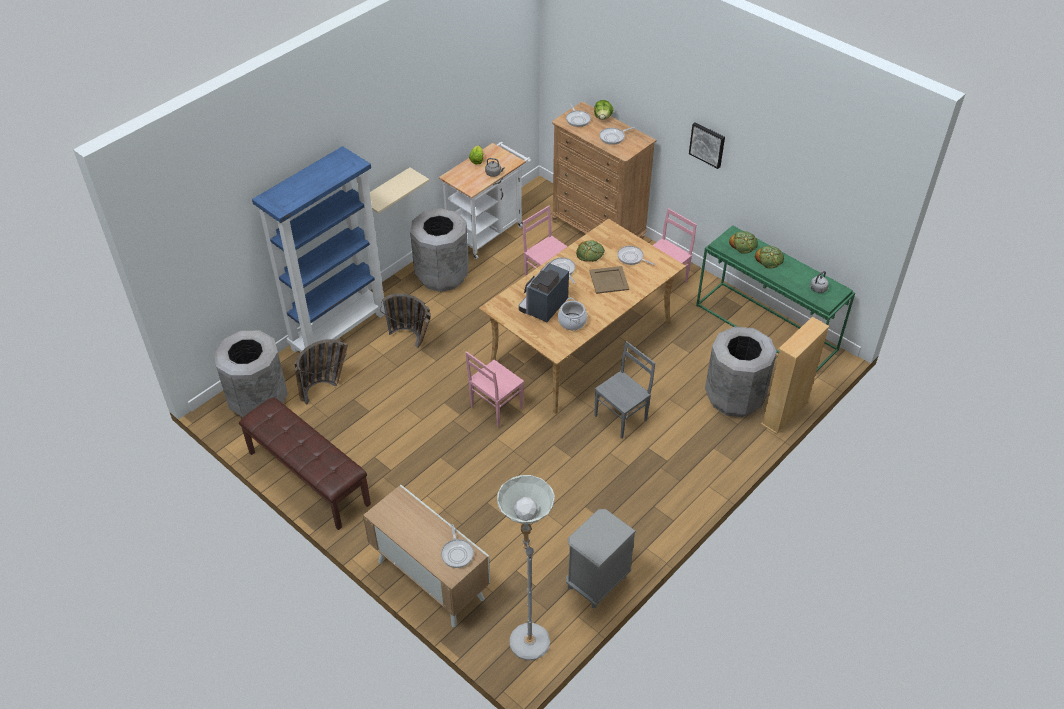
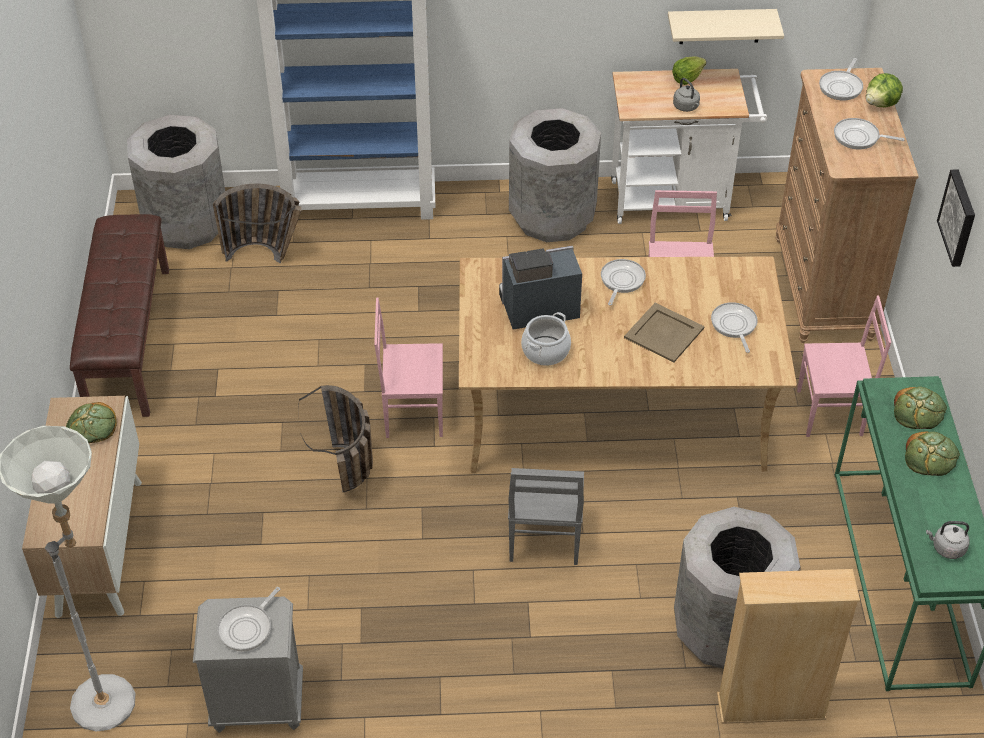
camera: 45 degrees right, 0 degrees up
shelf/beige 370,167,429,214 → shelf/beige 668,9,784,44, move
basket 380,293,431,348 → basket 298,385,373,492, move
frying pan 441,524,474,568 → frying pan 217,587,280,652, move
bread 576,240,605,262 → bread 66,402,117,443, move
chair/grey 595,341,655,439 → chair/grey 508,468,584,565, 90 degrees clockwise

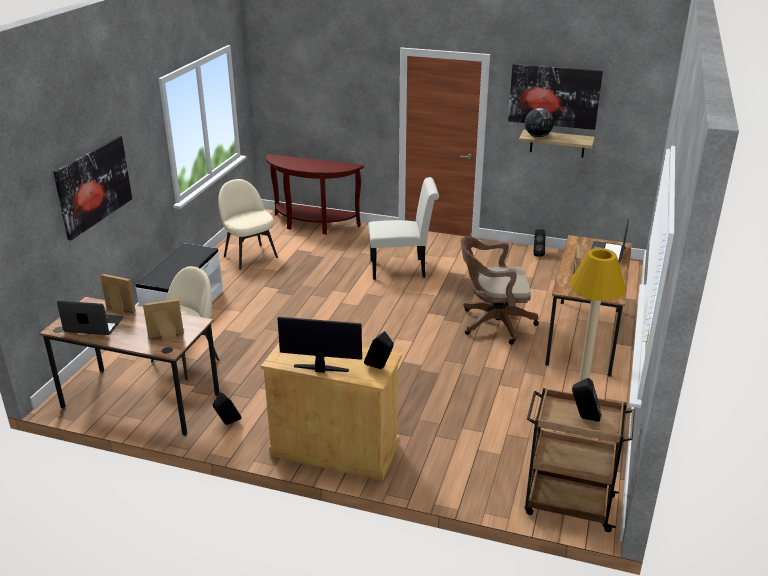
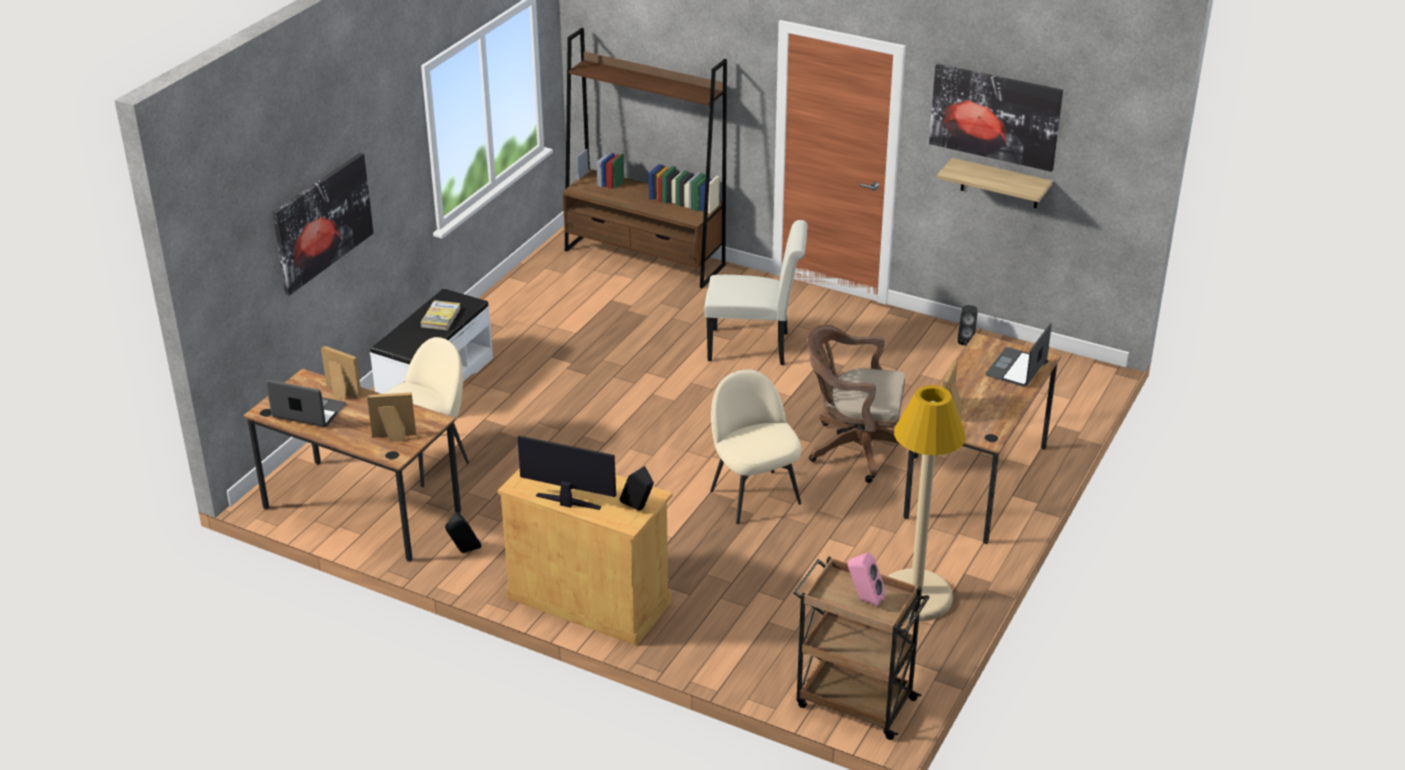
camera: 10 degrees right, 5 degrees up
chair/beige 218,179,278,270 → chair/beige 710,370,801,524, move
console table/brown 266,154,364,234 → bookcase/brown 563,28,727,288
globe 525,108,554,137 → -
speaker/black 572,378,602,422 → speaker/pink 848,553,886,606
- → book 421,300,461,330

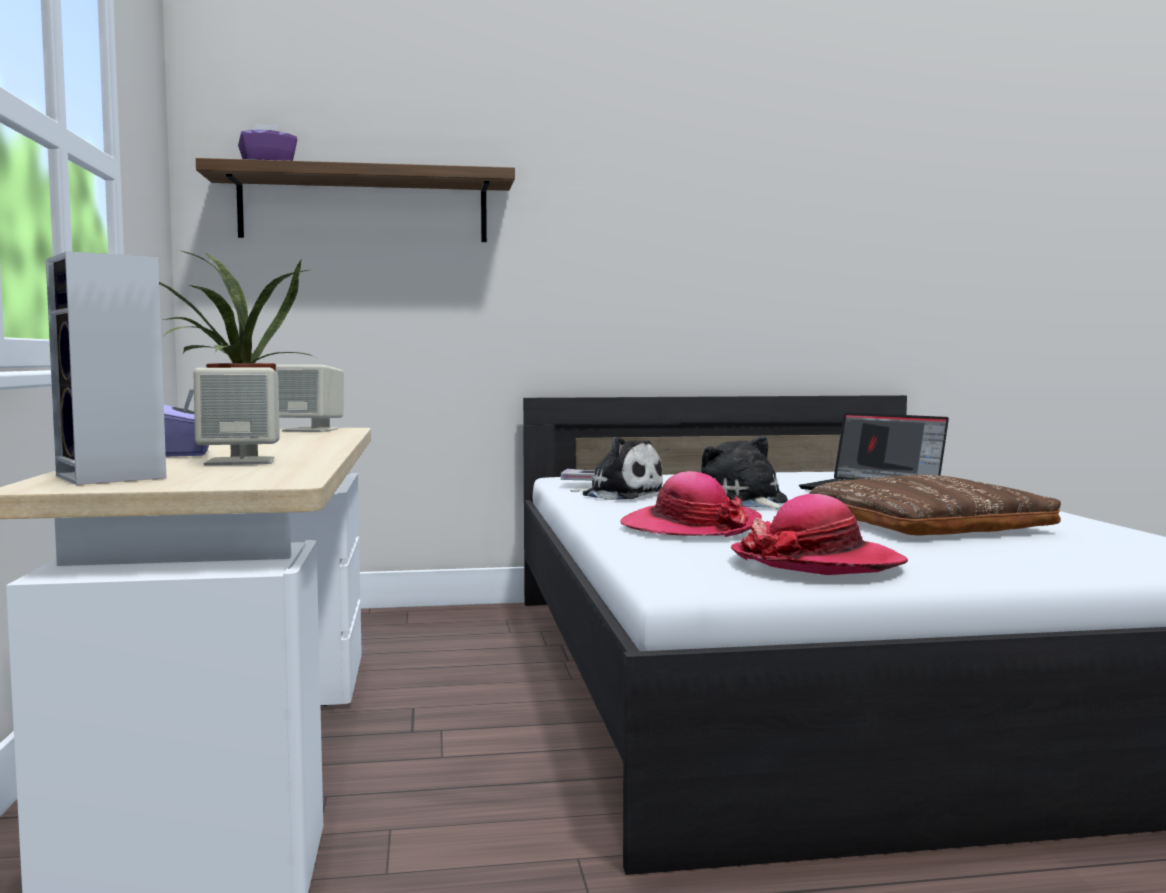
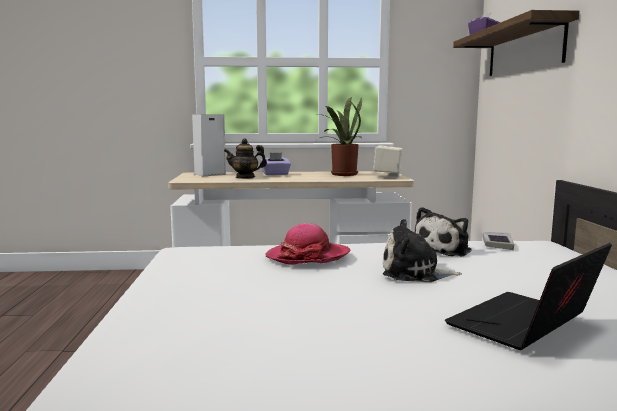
camera: 95 degrees right, 5 degrees up
speaker/beige 194,368,280,465 → teapot 224,138,267,179
plush toy 701,436,788,510 → plush toy 383,219,462,282, 150 degrees counterclockwise
hat 731,494,908,575 → -
pillow/brown 809,475,1061,536 → -

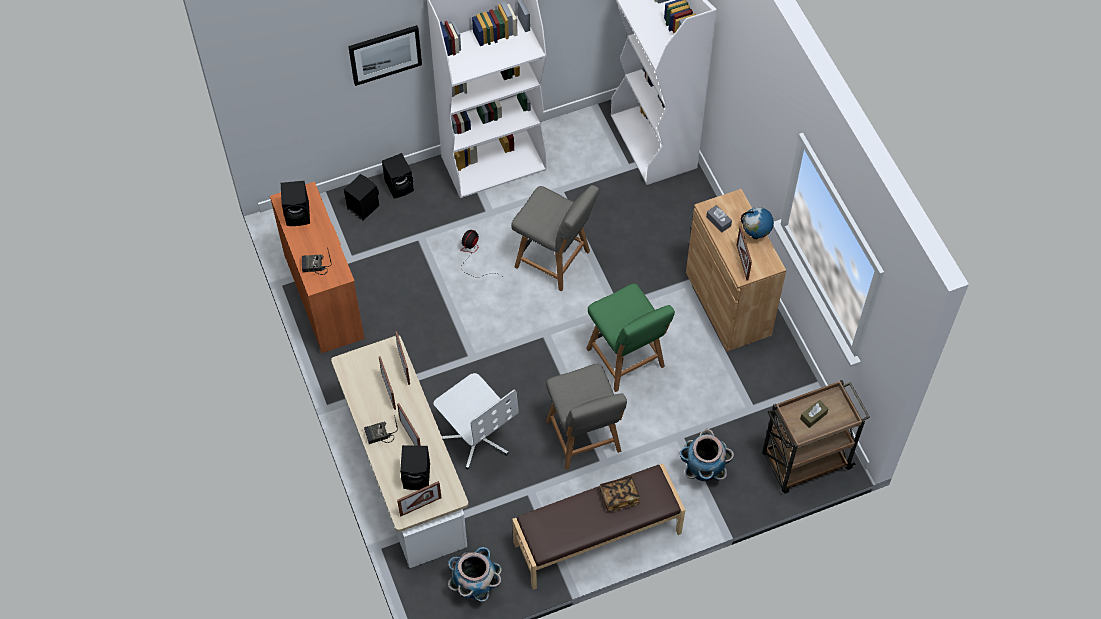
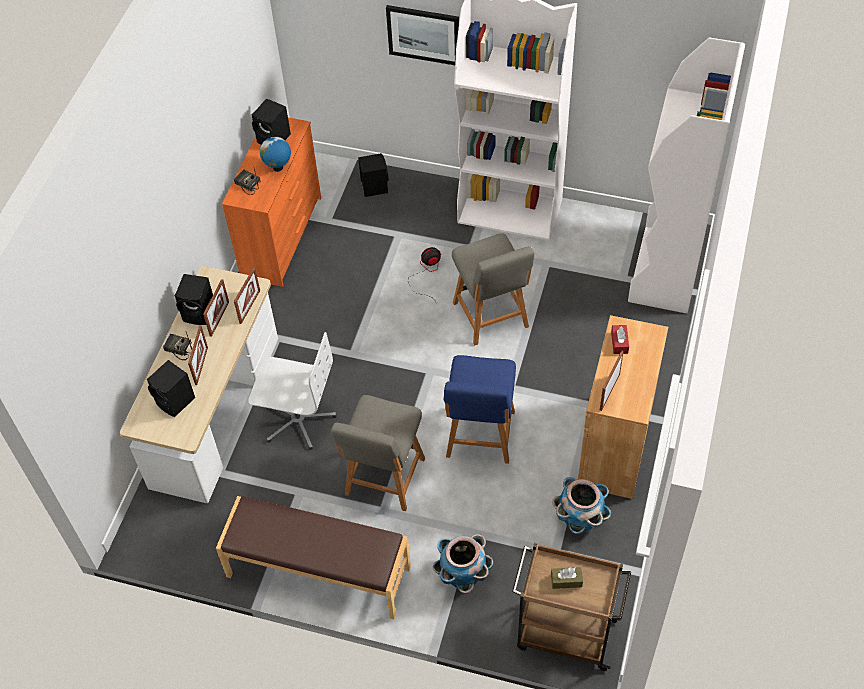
camera: 40 degrees right, 5 degrees down
speaker/black 382,153,414,199 → speaker/black 175,274,213,325, move
picture frame 397,481,442,516 → -
office chair/white 434,373,519,469 → office chair/white 248,332,337,450, 75 degrees counterclockwise
planter 448,547,502,602 → planter 552,477,611,534, move
chair/green 586,283,675,392 → chair/blue 444,355,516,464
book 600,476,640,512 → -
tissue box/grey 706,205,732,233 → tissue box/red 611,325,629,354
globe 741,207,774,239 → globe 260,136,291,172, move

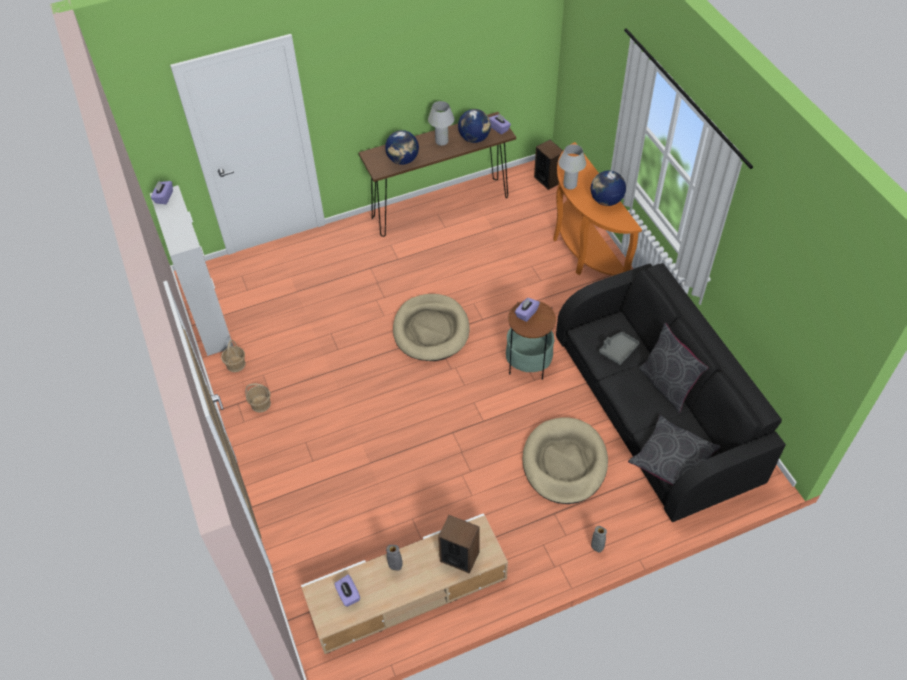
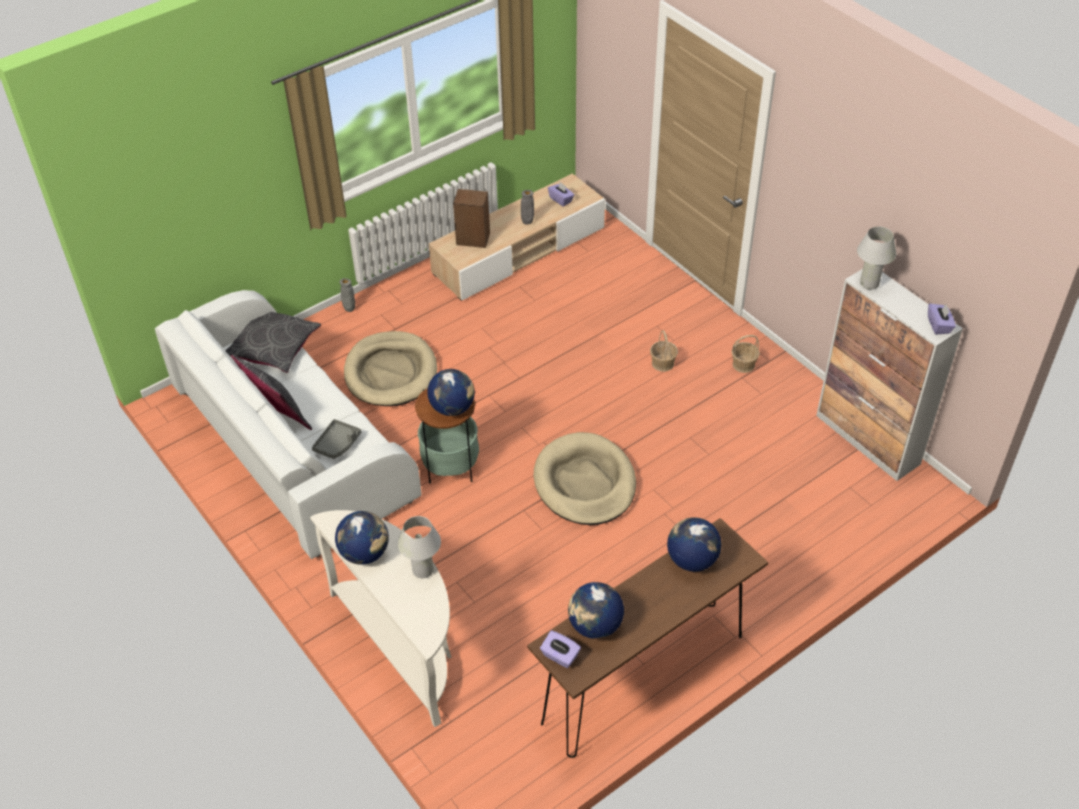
camera: 165 degrees right, 5 degrees down
basket 221,340,245,372 → basket 650,330,678,372, move
table lamp/white 428,101,454,146 → table lamp/white 857,226,896,290, move
tissue box/purple 515,298,540,322 → globe 427,369,475,416
speaker 534,140,563,190 → -
console table/orange 553,142,642,276 → console table/white 310,510,452,727
sofa/black 556,263,786,522 → sofa/white 155,290,422,559

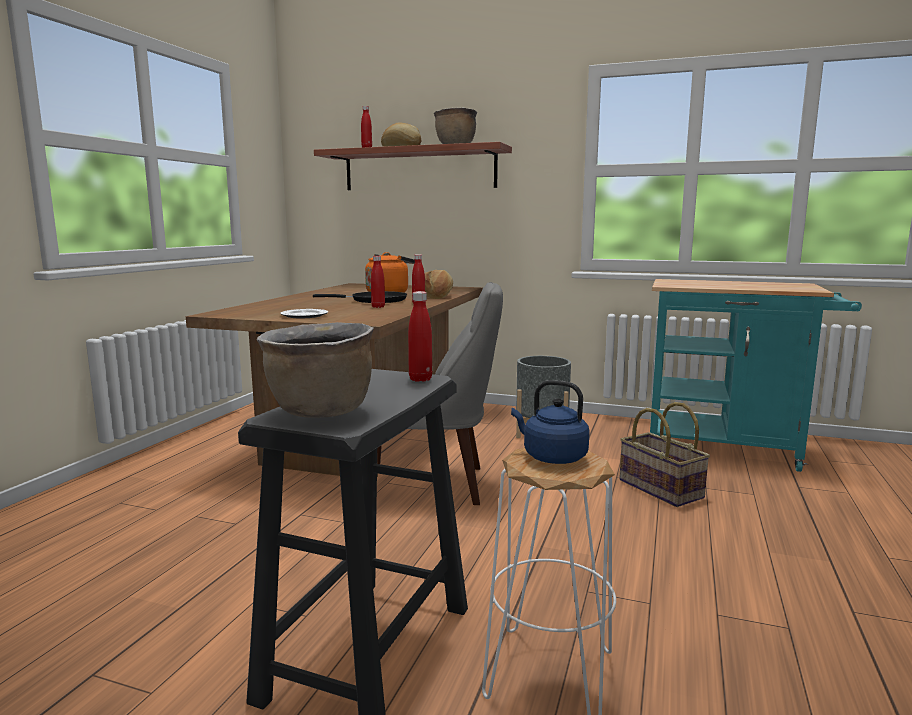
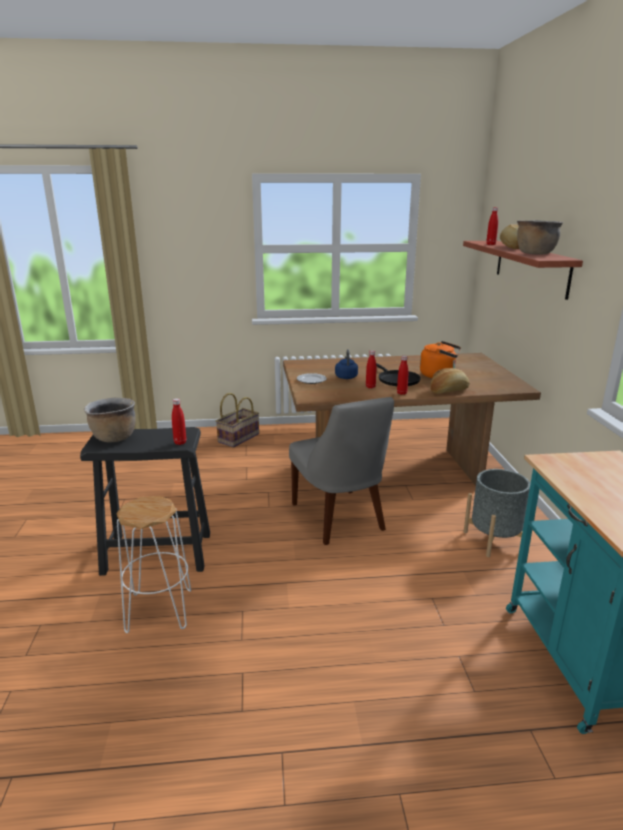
camera: 65 degrees right, 10 degrees up
kettle/blue 511,380,590,464 → kettle/blue 335,349,358,379, move
basket 619,402,710,507 → basket 216,393,259,447, move

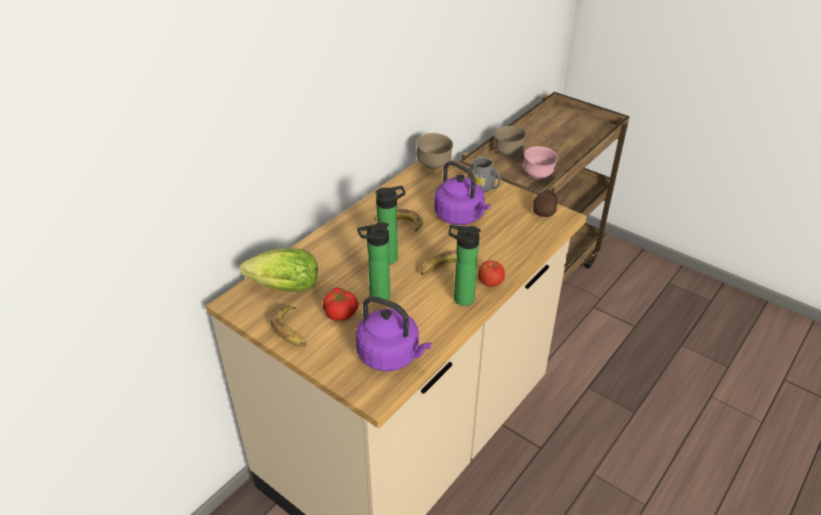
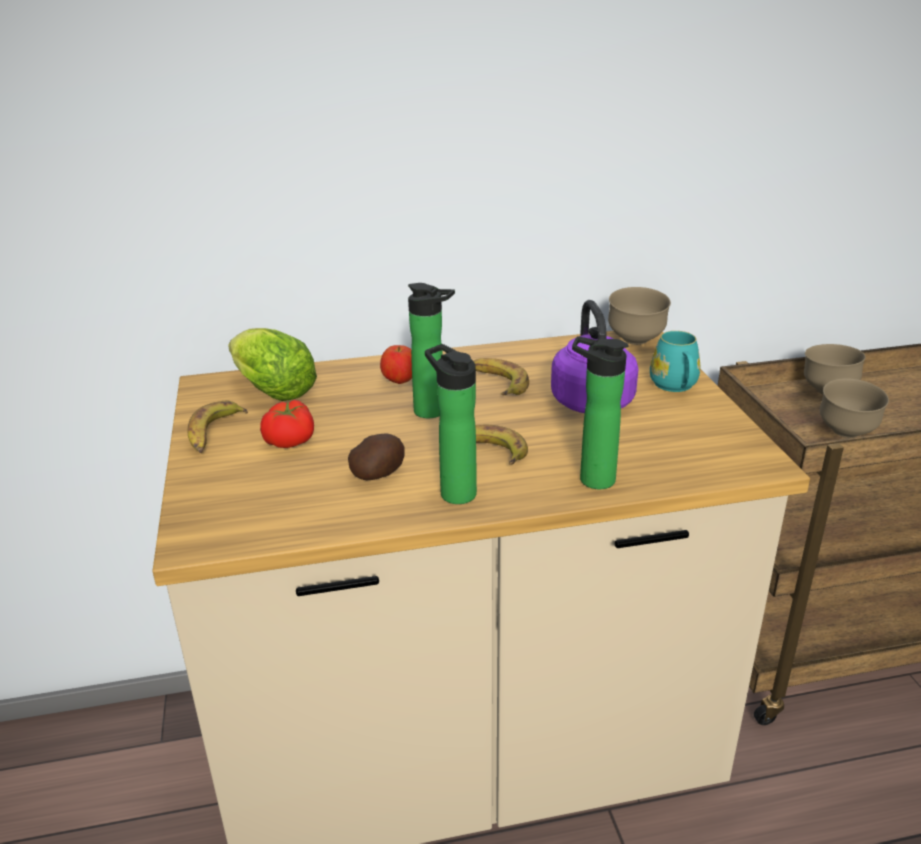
camera: 40 degrees right, 10 degrees down
kettle/purple 356,296,431,371 → -
bottle 357,222,390,300 → bottle 572,336,629,489, move
mug/grey 467,157,501,193 → mug/turquoise 650,331,700,392
apple 478,260,505,287 → apple 380,345,412,384, move
bowl/pink 523,146,558,179 → bowl/brown 820,378,889,438
potato 533,191,557,217 → potato 348,433,405,480, move

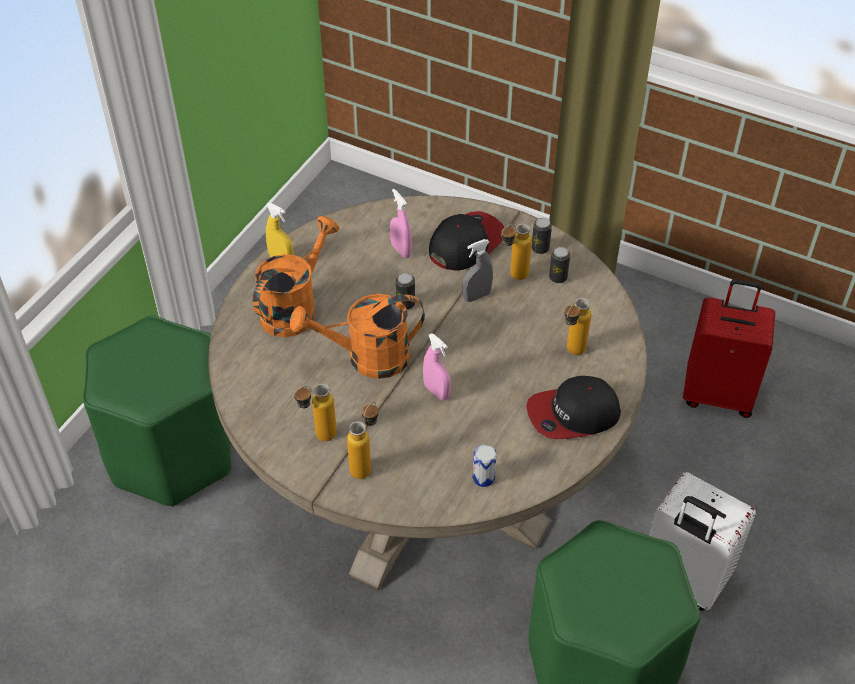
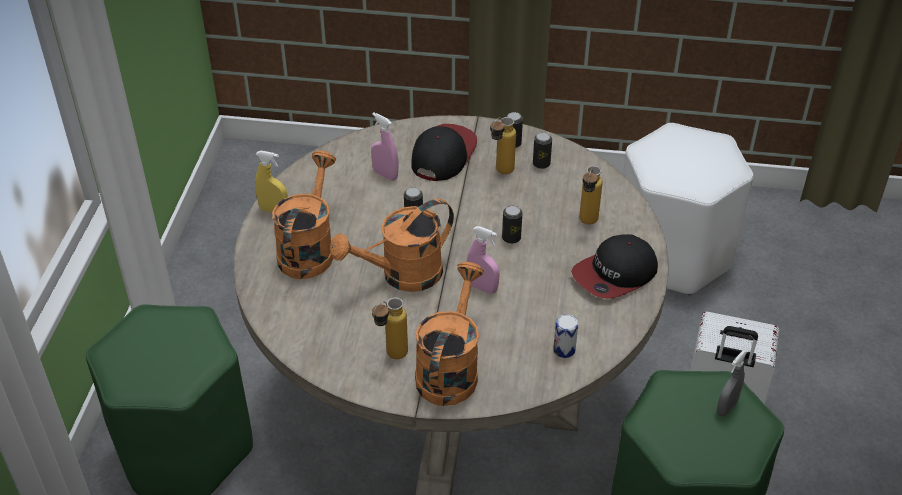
camera: 20 degrees left, 5 degrees down
bottle 347,402,378,479 → watering can/orange 415,262,484,406
spray bottle/grey 462,239,493,302 → spray bottle/grey 717,350,747,416, move
suitcase/red 683,279,775,418 → stool/white 623,123,753,296
- → can 502,205,522,244

